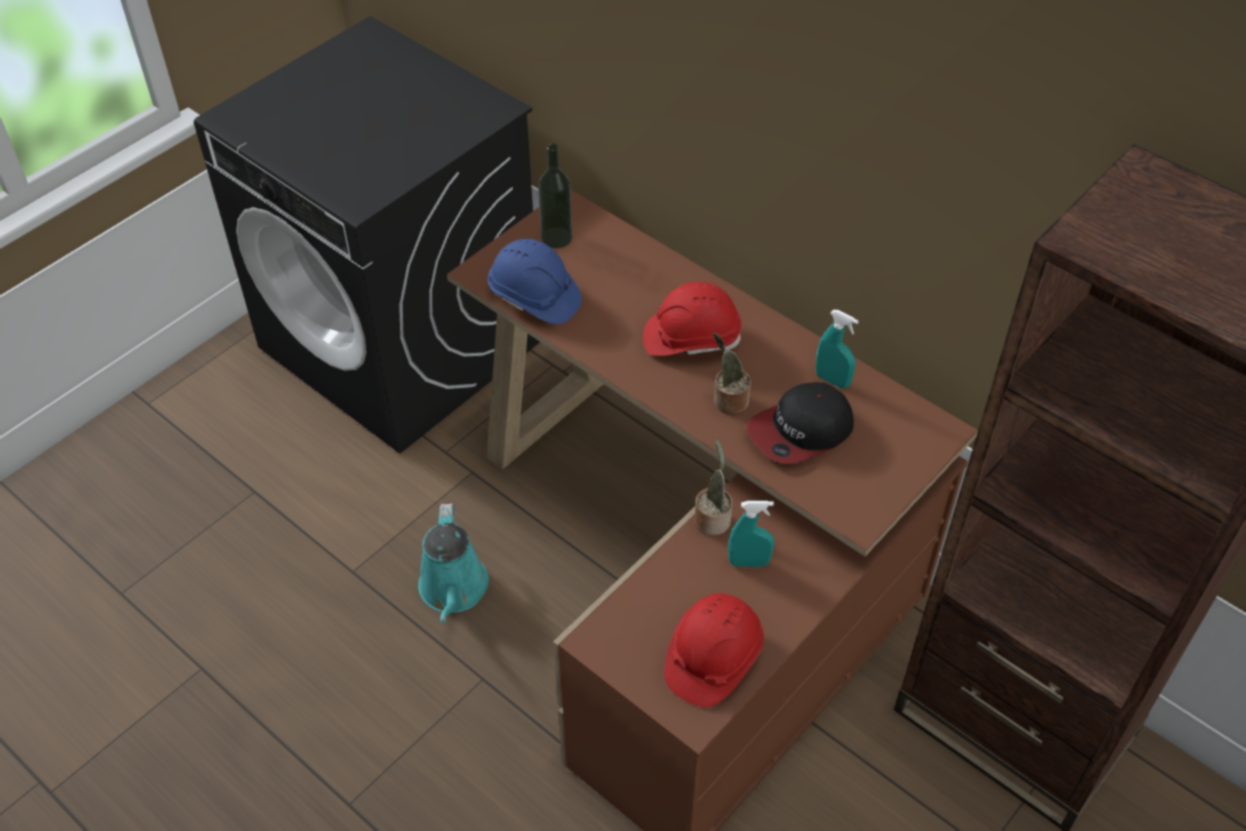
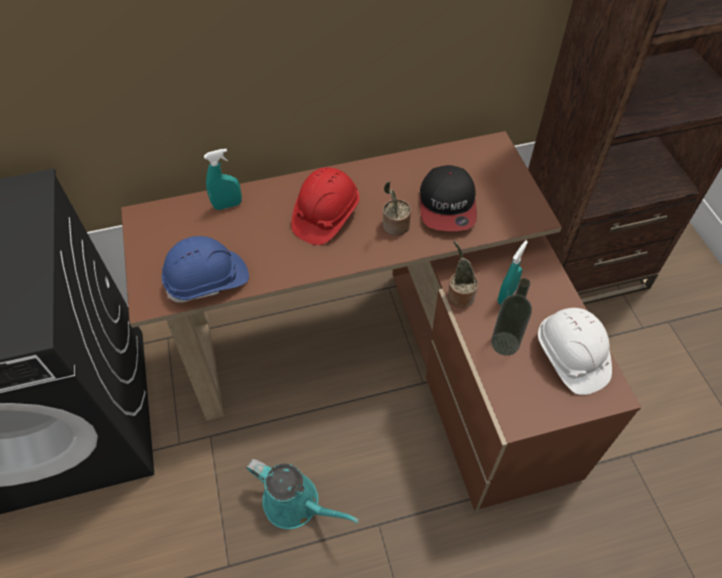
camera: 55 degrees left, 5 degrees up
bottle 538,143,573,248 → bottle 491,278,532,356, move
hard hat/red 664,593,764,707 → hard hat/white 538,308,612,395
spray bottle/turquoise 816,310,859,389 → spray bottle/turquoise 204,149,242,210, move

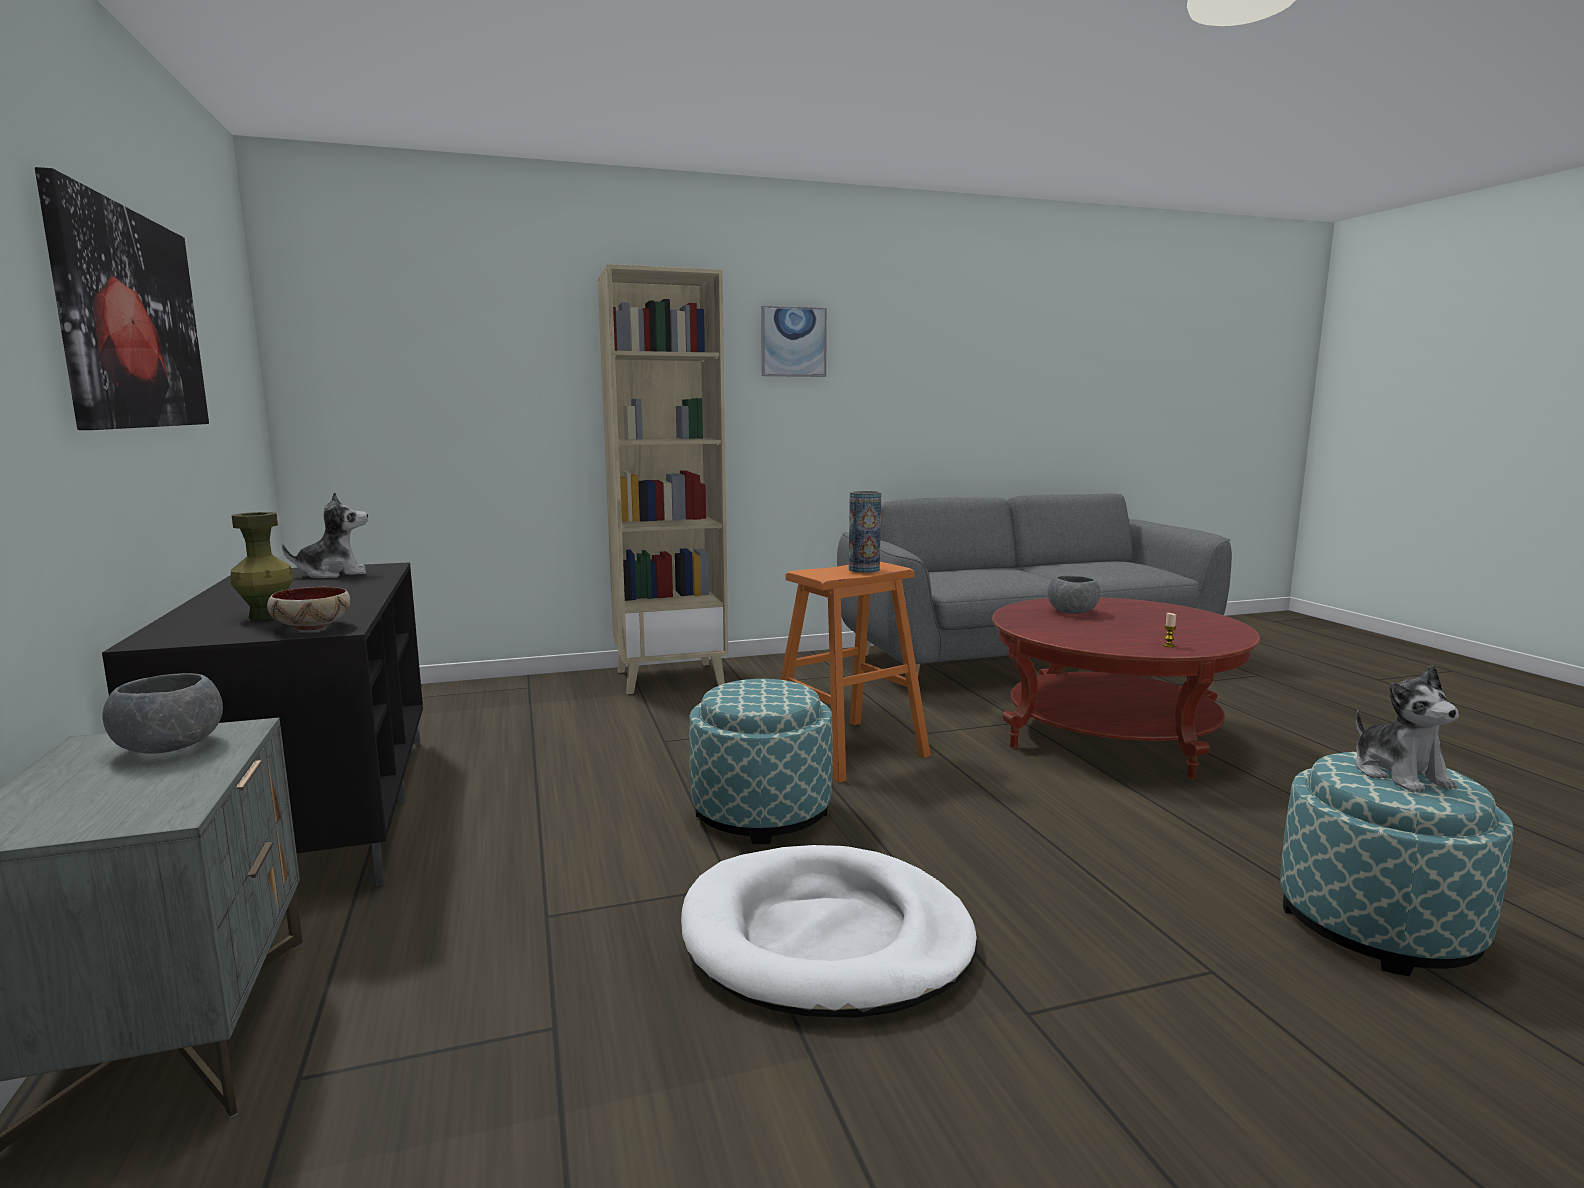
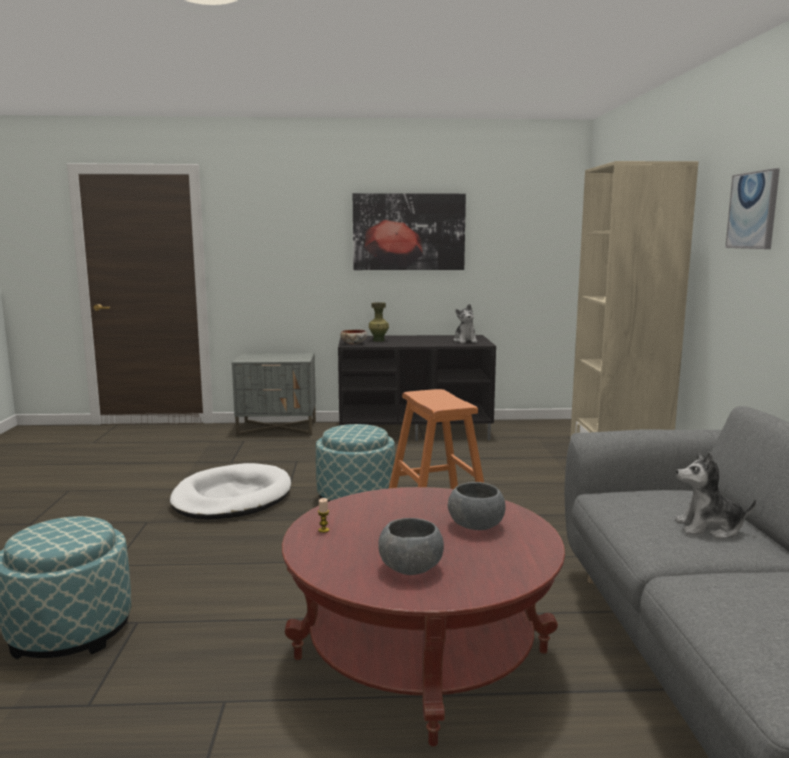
camera: 105 degrees right, 0 degrees up
bowl/grey 102,673,223,754 → bowl/grey 378,518,444,575, move
vase 849,491,881,573 → -
plush toy 1355,665,1459,793 → plush toy 675,452,756,539, move

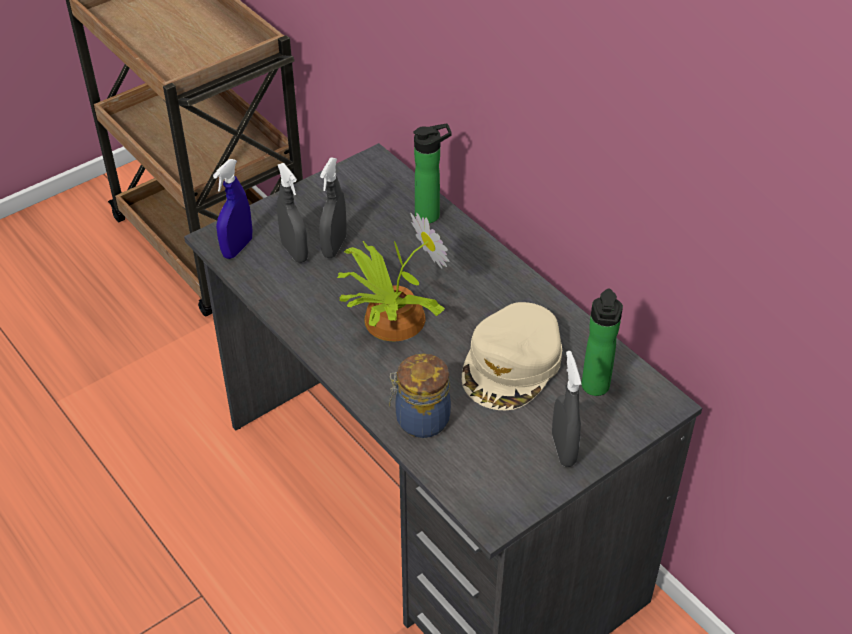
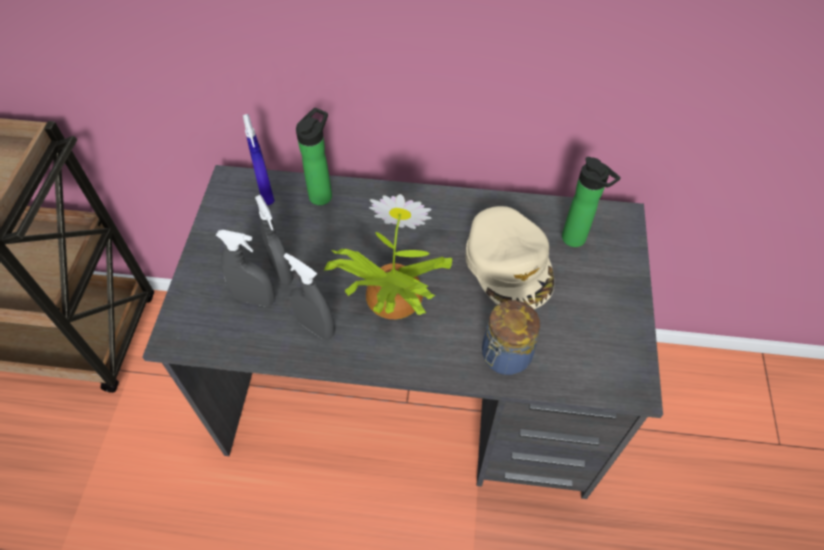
camera: 45 degrees left, 10 degrees up
spray bottle/blue 213,159,252,259 → spray bottle/blue 243,114,275,205, move
spray bottle/grey 552,351,581,467 → spray bottle/grey 284,253,335,340, move

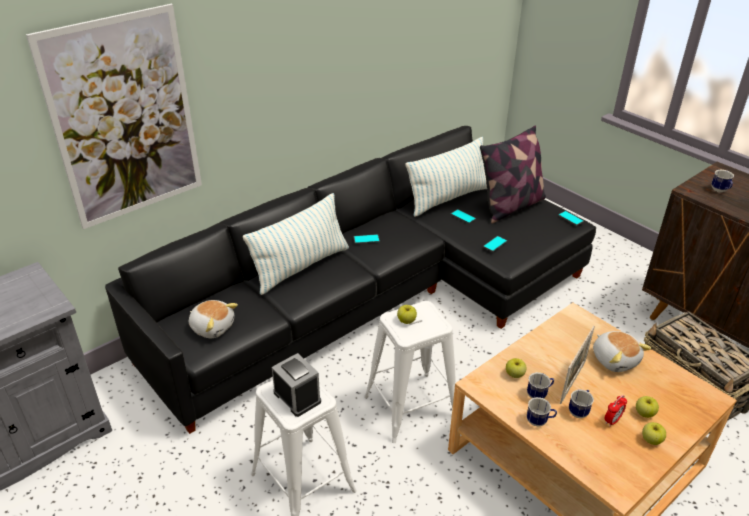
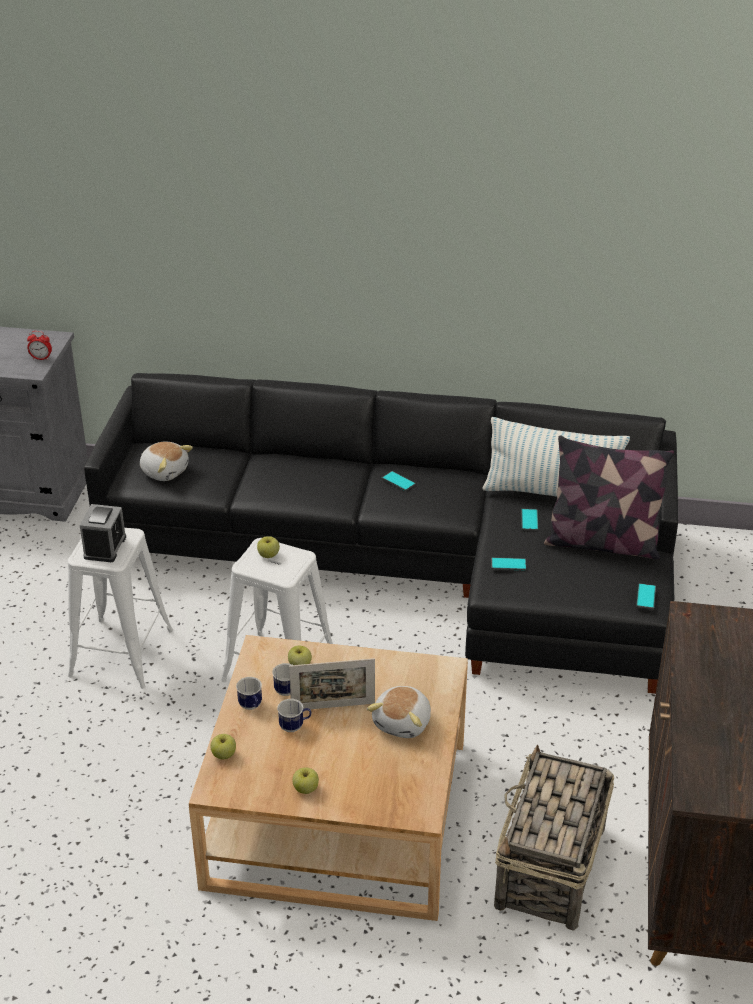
camera: 50 degrees right, 0 degrees up
picture 26,4,202,229 → -
plush toy 189,300,238,338 → plush toy 140,442,193,481, 45 degrees counterclockwise
pillow 243,193,349,295 → -
alarm clock 605,395,627,427 → alarm clock 27,331,52,360, move
apple 636,396,659,418 → apple 210,734,236,759, move
mug 712,170,734,192 → -

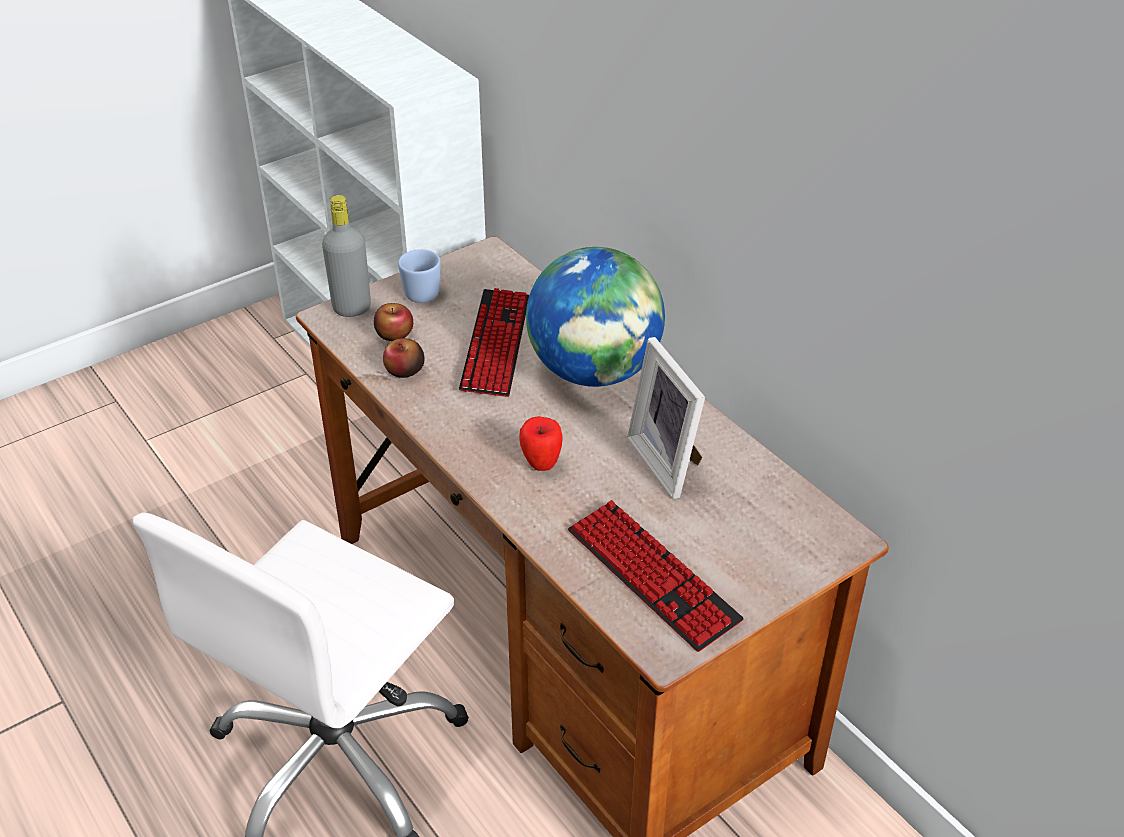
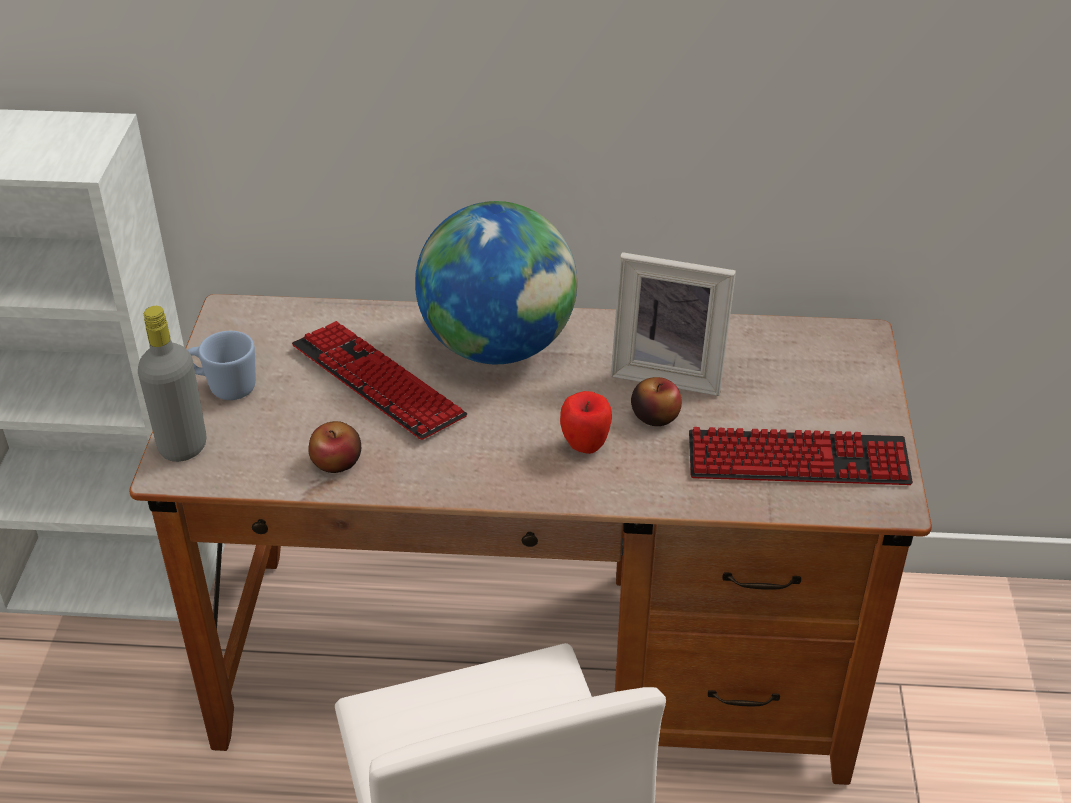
camera: 50 degrees left, 0 degrees up
apple 374,303,413,341 → apple 631,377,682,426, move

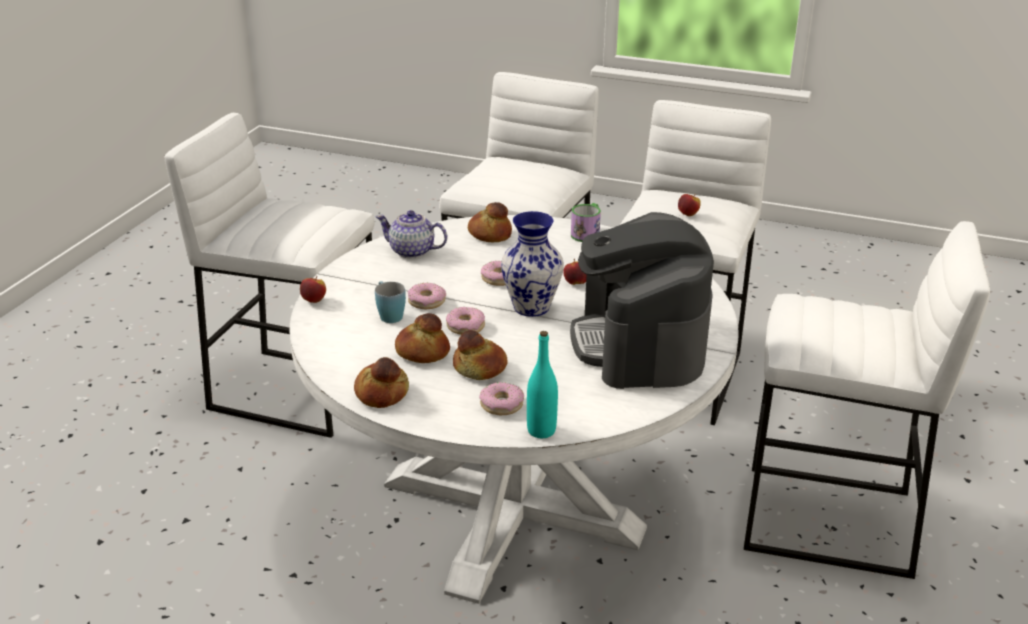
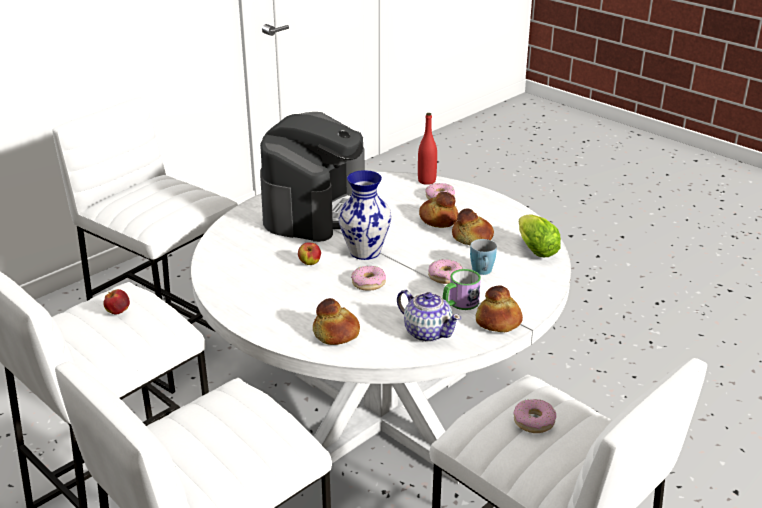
camera: 155 degrees left, 0 degrees up
apple 300,276,326,303 → -
bread 354,357,409,408 → bread 476,285,523,332, move
donut 446,307,485,335 → donut 513,399,556,433, move
bottle/turquoise 527,331,558,438 → bottle/red 418,113,437,185
mug 571,203,601,242 → mug 443,269,481,310, move
- → lettuce 519,214,561,257

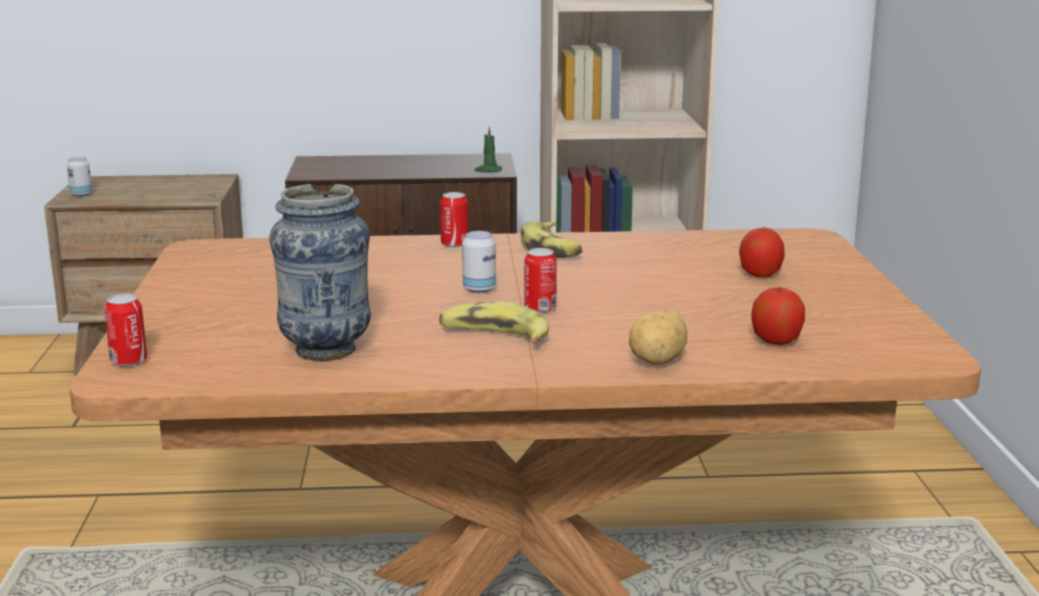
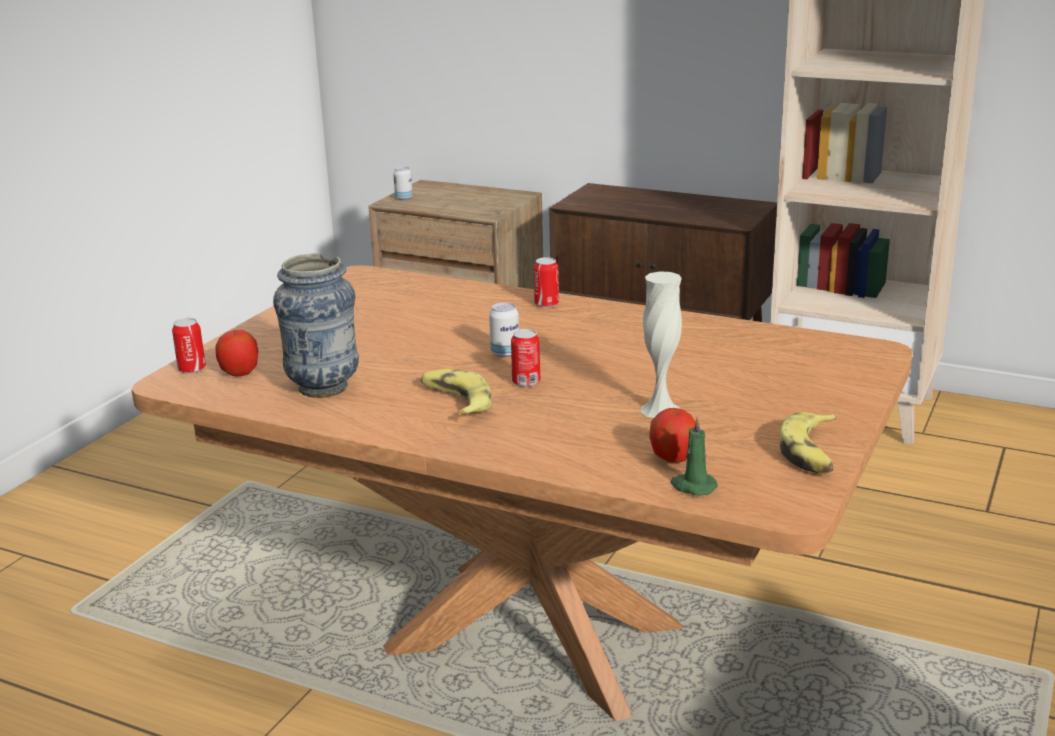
camera: 30 degrees right, 5 degrees up
candle/green 475,126,502,172 → candle/green 671,416,718,496, move
banana 521,221,583,258 → banana 780,412,837,474, move
potato 629,310,687,365 → -
apple 739,227,785,278 → apple 215,329,258,376, move
- → vase/white 641,271,682,418

